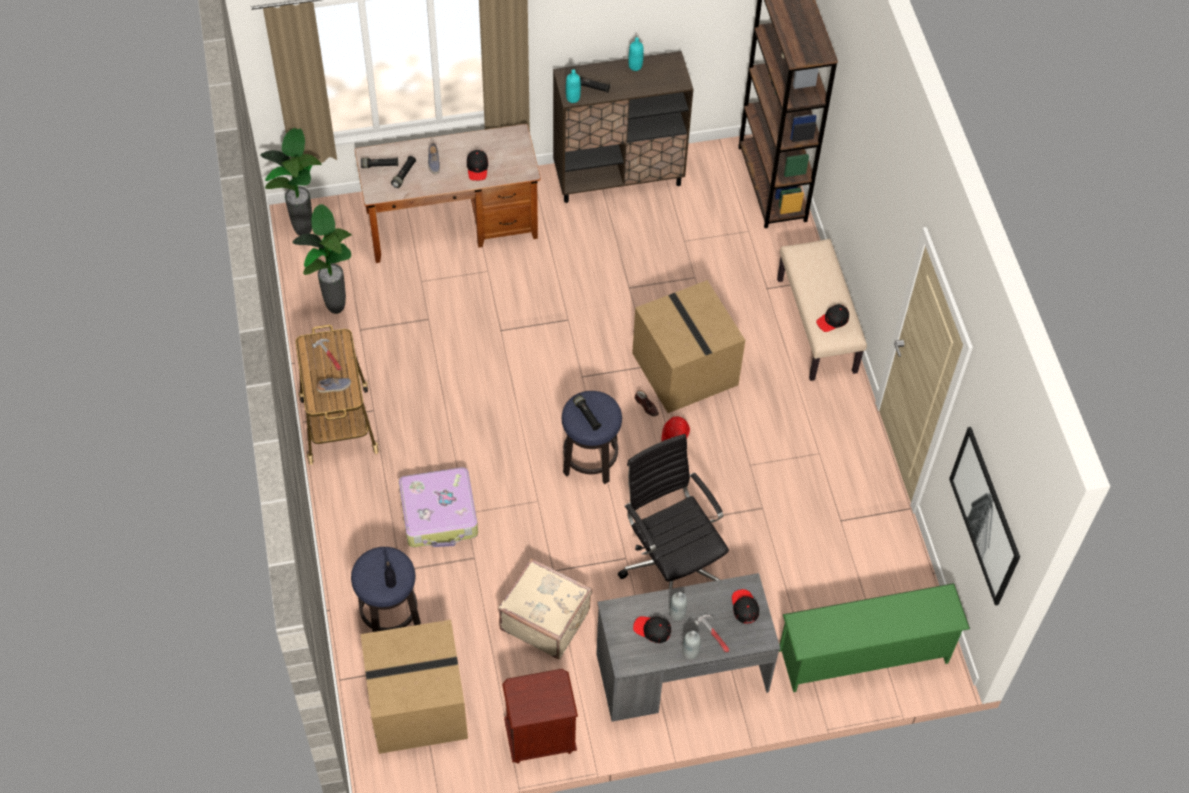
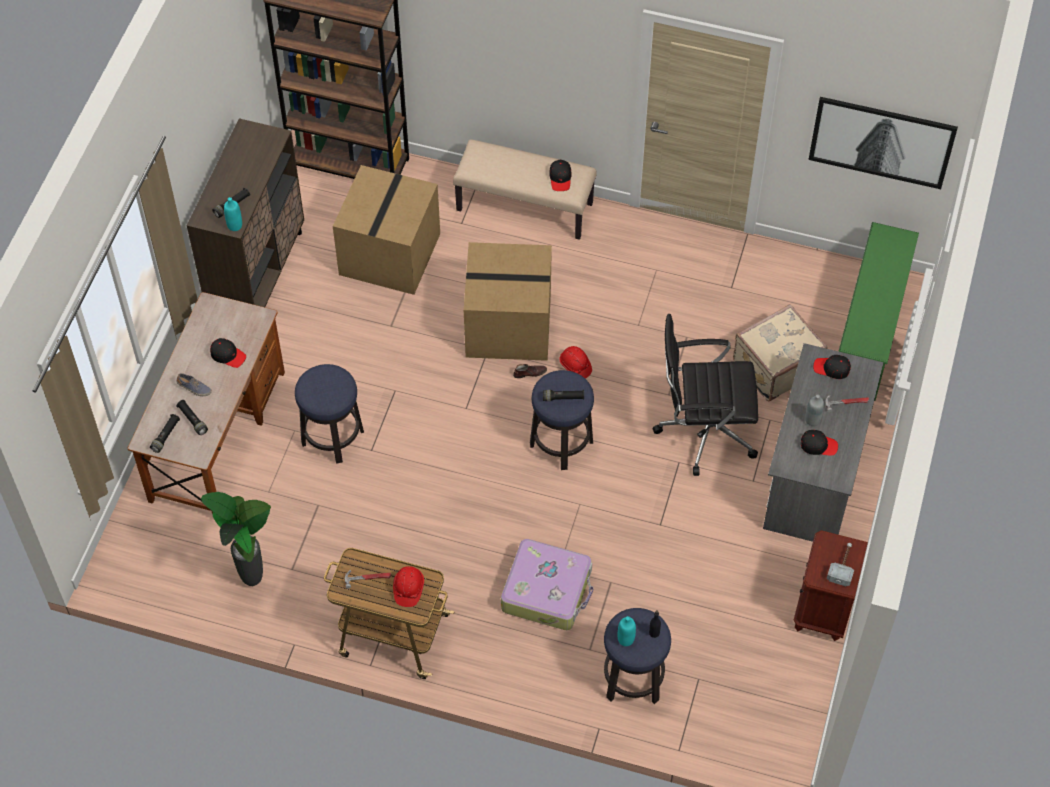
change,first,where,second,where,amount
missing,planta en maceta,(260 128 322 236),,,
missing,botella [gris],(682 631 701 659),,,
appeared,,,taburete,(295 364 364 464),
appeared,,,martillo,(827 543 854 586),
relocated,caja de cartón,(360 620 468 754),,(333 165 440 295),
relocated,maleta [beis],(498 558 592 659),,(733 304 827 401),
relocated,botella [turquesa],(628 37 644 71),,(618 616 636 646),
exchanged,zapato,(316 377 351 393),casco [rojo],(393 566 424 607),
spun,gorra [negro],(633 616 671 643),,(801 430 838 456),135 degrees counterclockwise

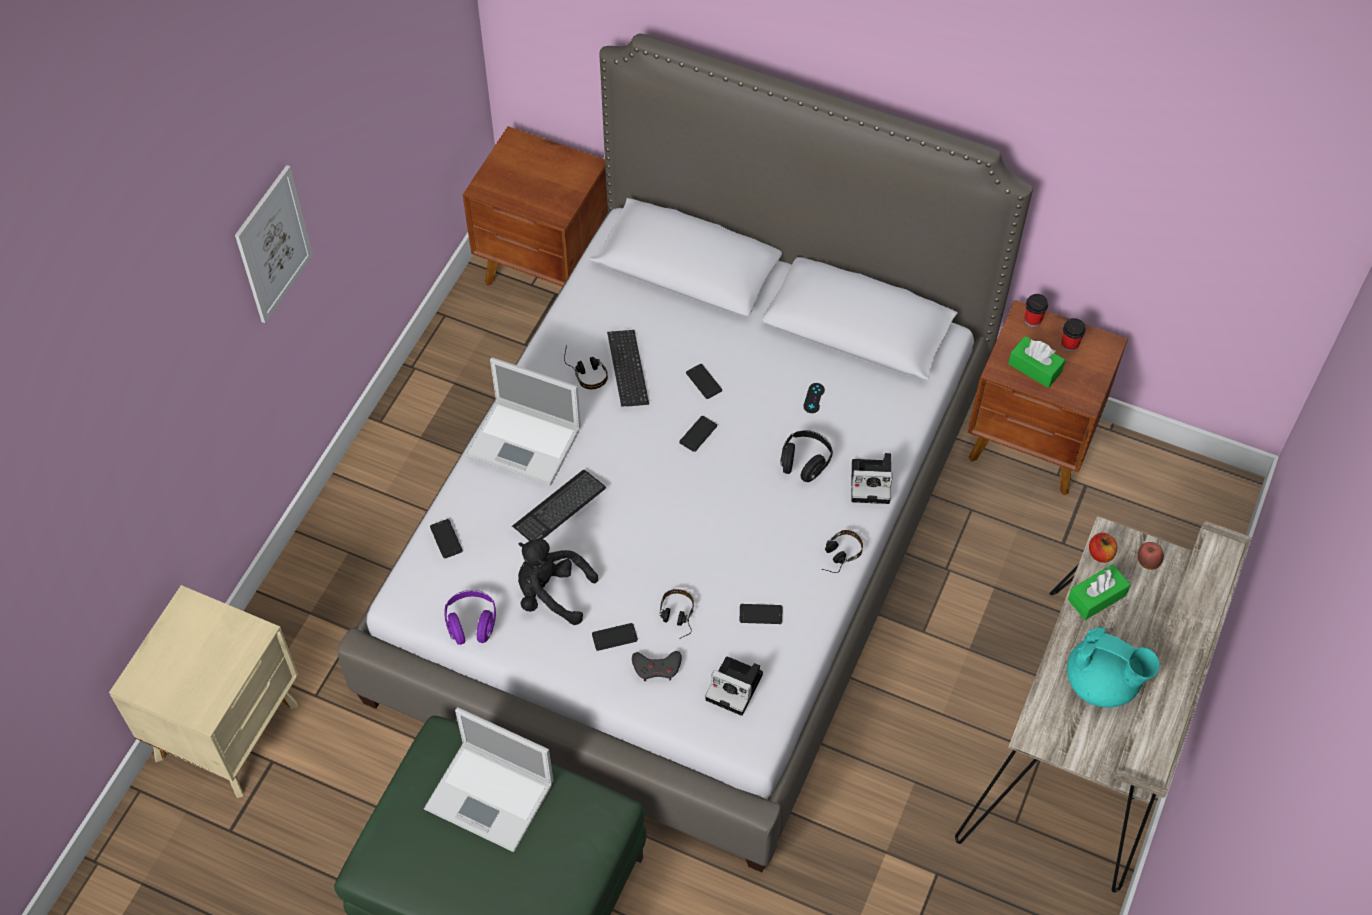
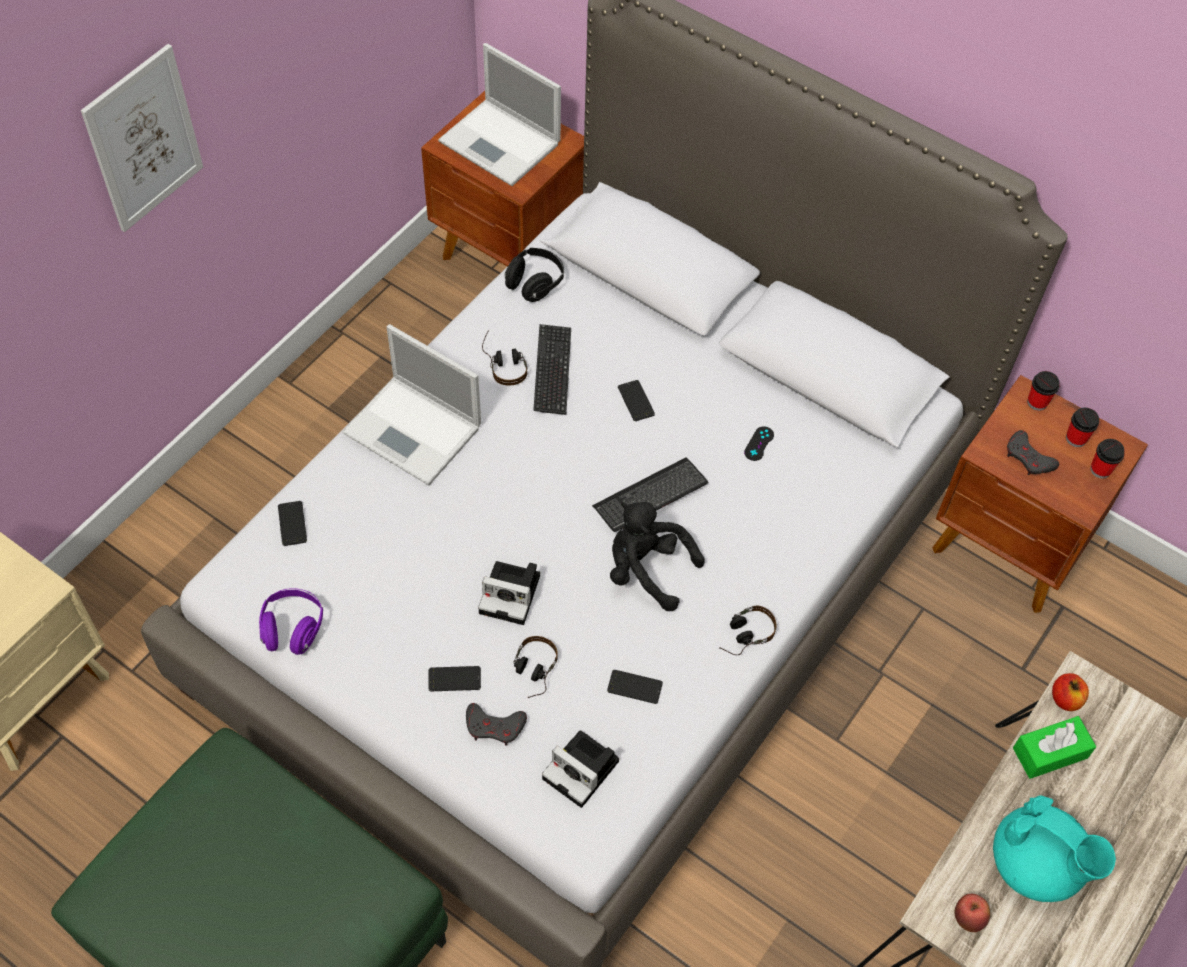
change,first,where,second,where,amount
missing,móvil,(679 416 717 452),,,
appeared,,,taza,(1090 439 1125 479),
relocated,portátil,(424 707 553 852),,(438 43 561 186),
relocated,teclado,(512 469 606 541),,(592 457 708 532),
relocated,peluche [negro],(518 538 598 625),,(610 502 705 611),
relocated,auriculares [negro],(780 430 833 482),,(505 248 564 302),
relocated,cámara,(851 453 893 504),,(478 561 540 625),
relocated,manzana,(1138 542 1164 570),,(955 894 990 932),
exchanged,caja de pañuelos [verde],(1008 336 1065 388),mando de consola [gris],(1007 430 1059 475),

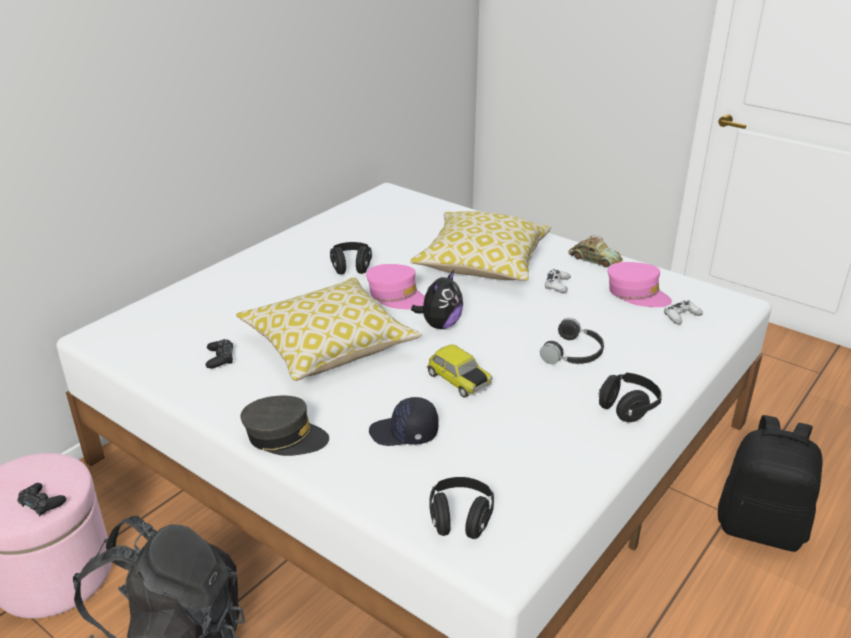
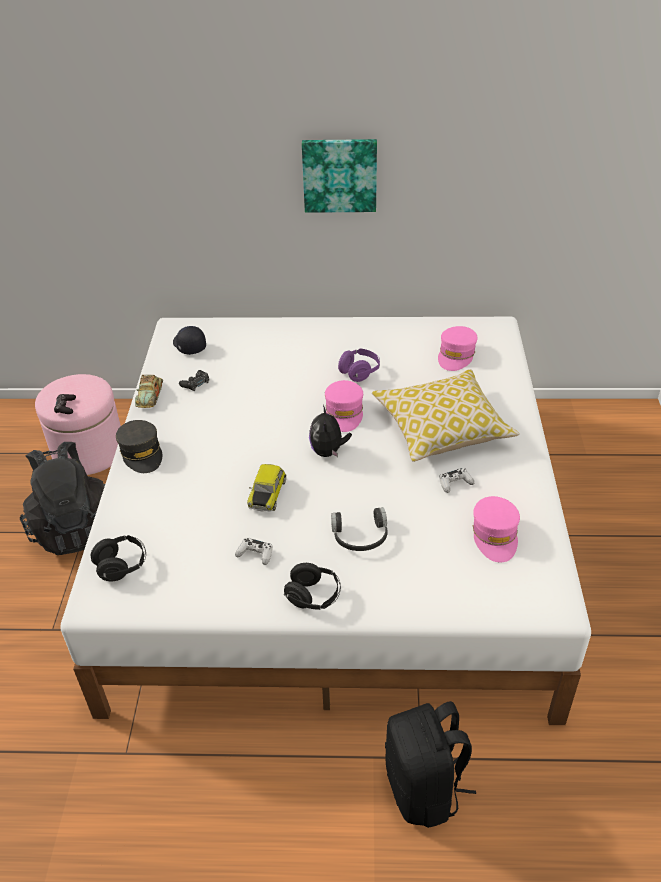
change,first,where,second,where,amount
missing,cojín,(236 277 422 381),,,
appeared,,,cuadro,(302 139 377 213),
appeared,,,gorra [rosa],(438 326 478 371),
relocated,gorra [negro],(369 397 439 446),,(173 326 206 355),
relocated,coche de juguete,(568 235 623 267),,(135 375 163 408),
relocated,mando de consola [blanco],(664 300 703 325),,(235 538 273 565),
colour,auriculares [negro],(330 242 372 275),auriculares [morado],(338 349 380 382),
spun,peluche,(411 270 463 329),,(309 405 352 457),90 degrees clockwise

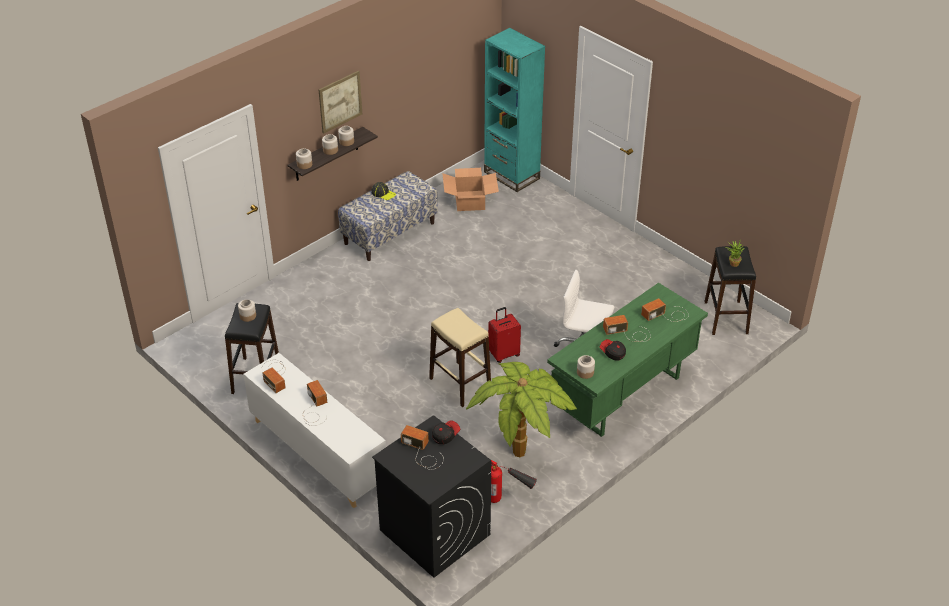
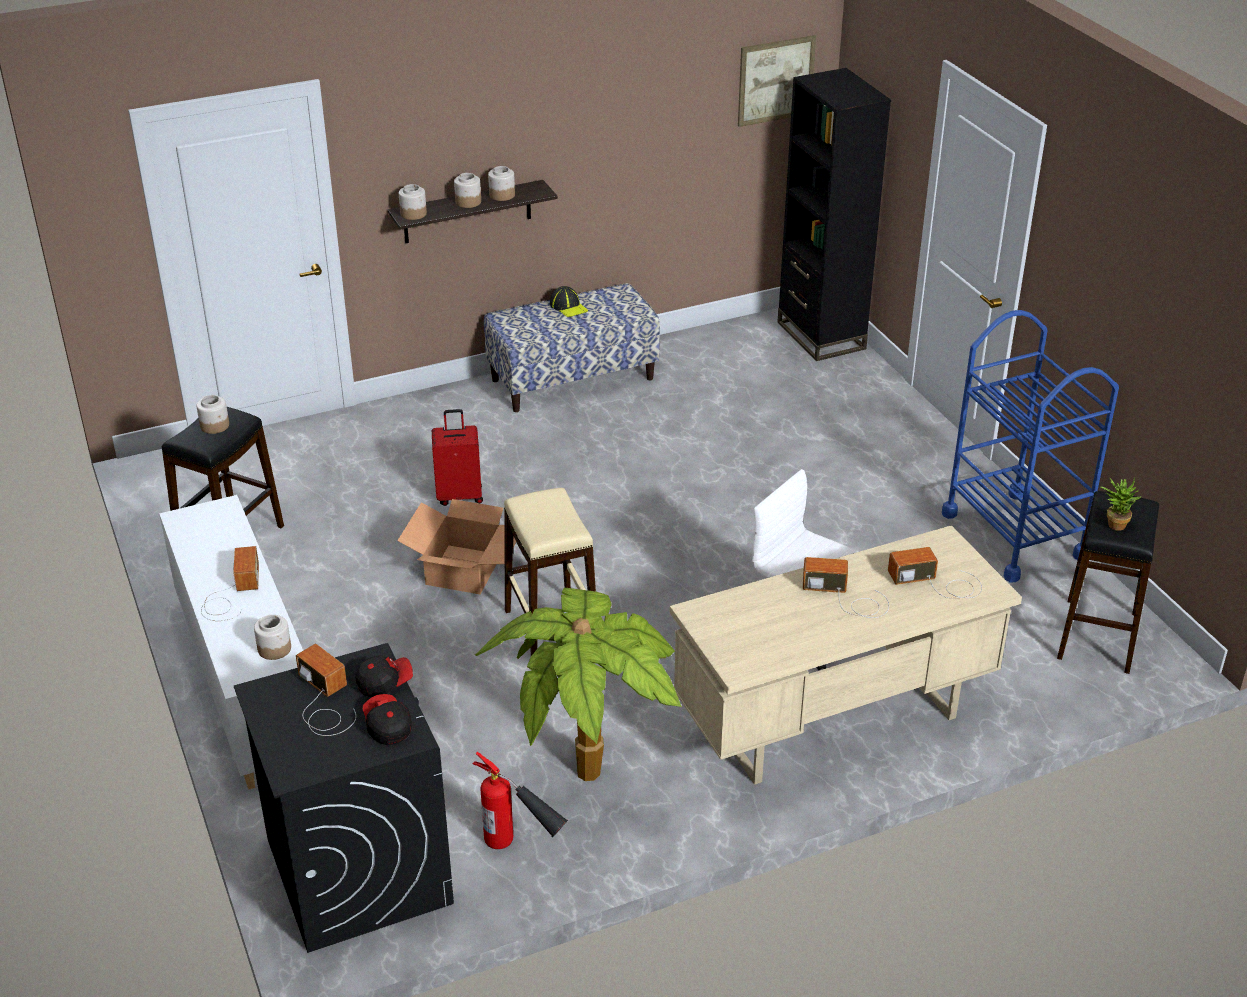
change,first,where,second,where,amount
missing,radio,(262 360 286 393),,,
appeared,,,carrito [azul],(942 310 1119 583),
relocated,cuadro,(319 71 362 134),,(738 35 816 127),
relocated,caja de cartón,(442 168 499 211),,(397 499 516 594),
relocated,maleta [rojo],(488 307 521 363),,(432 409 483 506),
relocated,tarro,(577 355 595 379),,(254 615 291 660),
relocated,gorra,(600 339 626 361),,(363 694 412 745),
colour,estantería [turquesa],(484 28 545 192),estantería [negro],(777 68 891 361),
colour,escritorio [verde],(547 283 708 437),escritorio [beis],(670 525 1022 785),

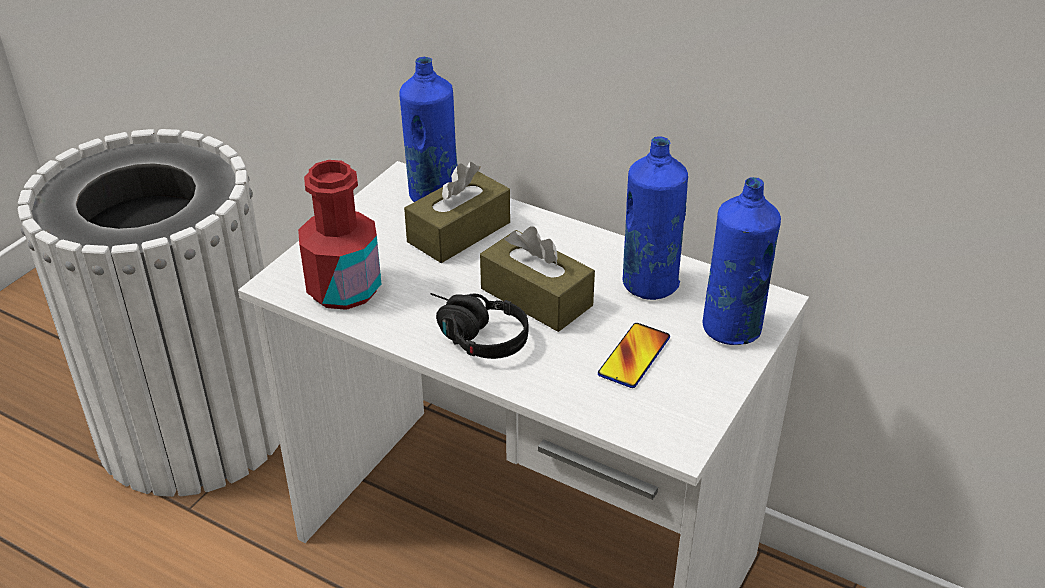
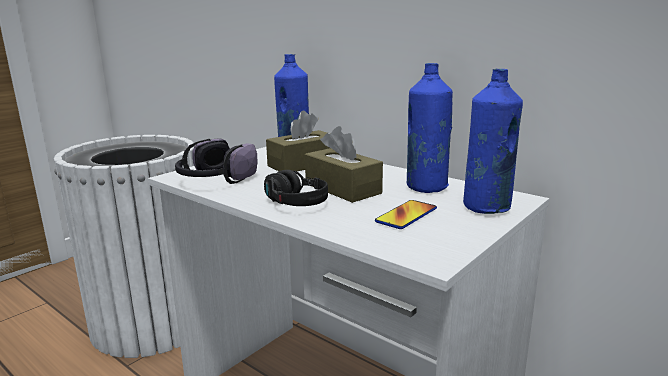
change,first,where,second,where,amount
exchanged,botella [rojo],(298 160 381 310),auriculares,(175 138 258 184),

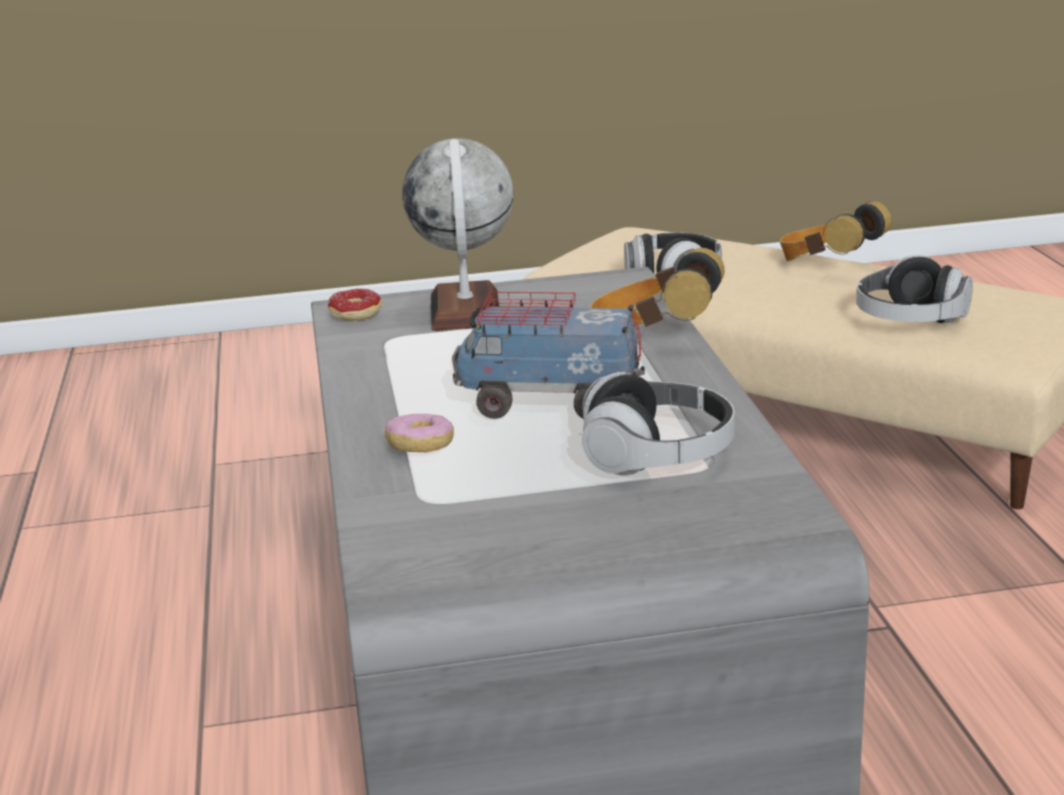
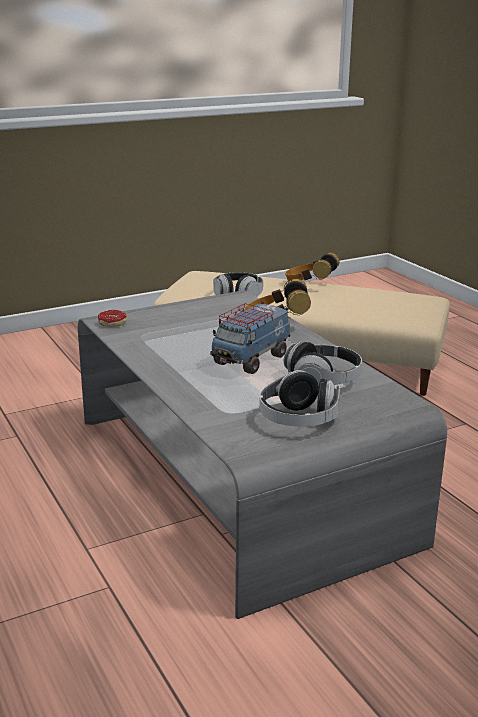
change,first,where,second,where,amount
missing,rosquilla,(385 414 454 452),,,
missing,globo terráqueo,(402 138 513 331),,,
relocated,auriculares,(856 255 973 323),,(259 370 340 427),
spun,camión de juguete,(452 292 645 419),,(210 301 290 374),45 degrees counterclockwise

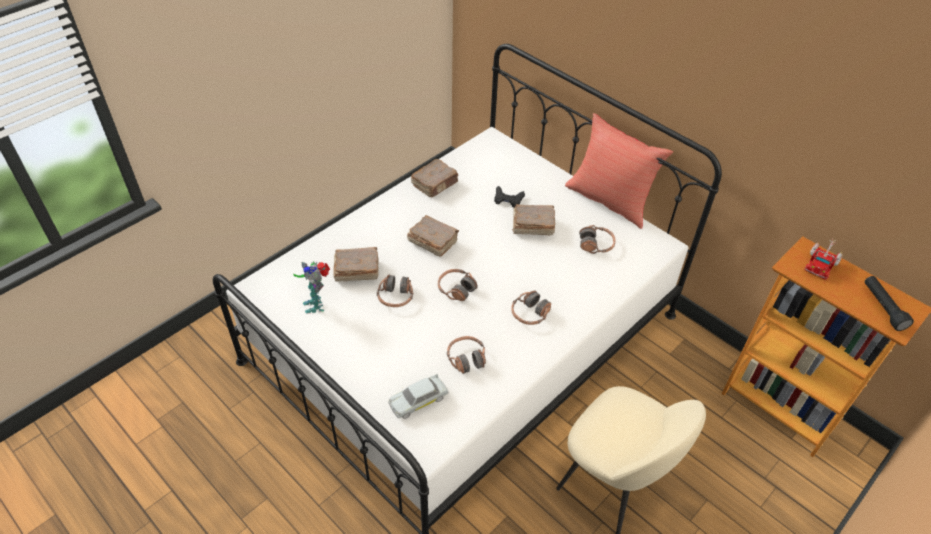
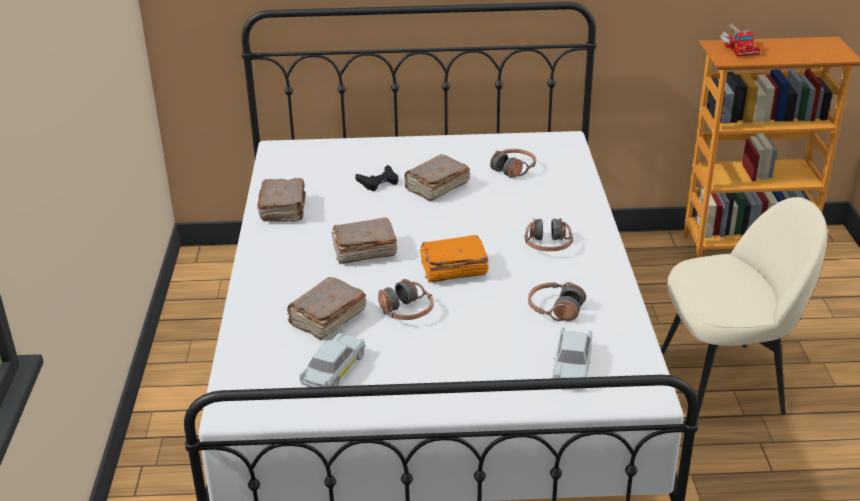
change,first,where,second,where,amount
missing,cojín [rojo],(565 113 673 229),,,
missing,linterna [negro],(864 276 914 331),,,
exchanged,robot de juguete,(293 262 330 314),coche de juguete [blanco],(300 333 366 387),
exchanged,auriculares,(438 269 478 301),libro [naranja],(420 235 489 283),

